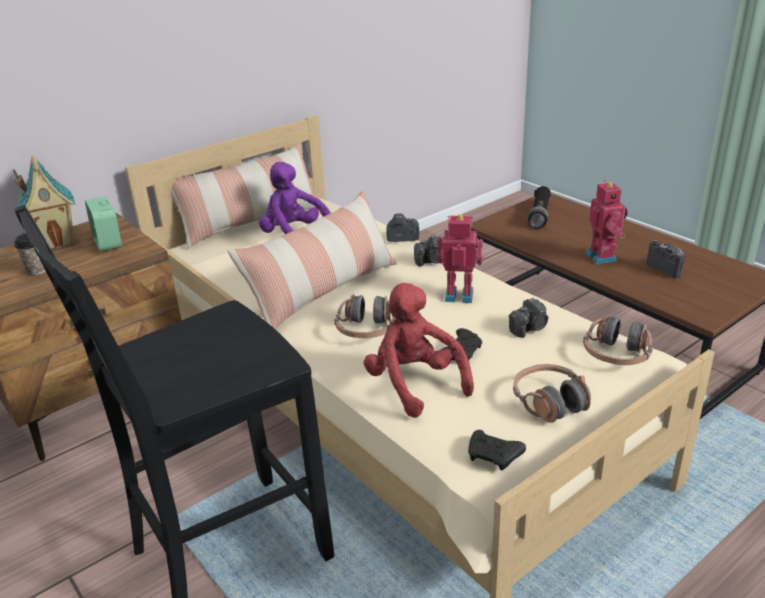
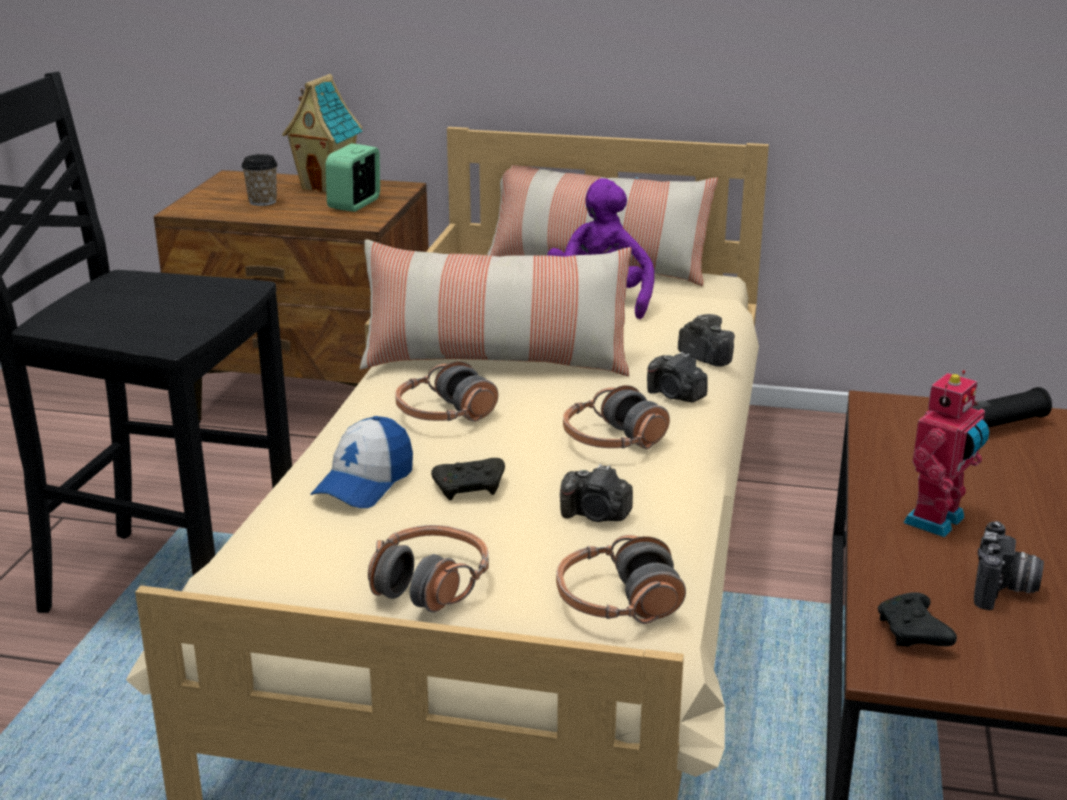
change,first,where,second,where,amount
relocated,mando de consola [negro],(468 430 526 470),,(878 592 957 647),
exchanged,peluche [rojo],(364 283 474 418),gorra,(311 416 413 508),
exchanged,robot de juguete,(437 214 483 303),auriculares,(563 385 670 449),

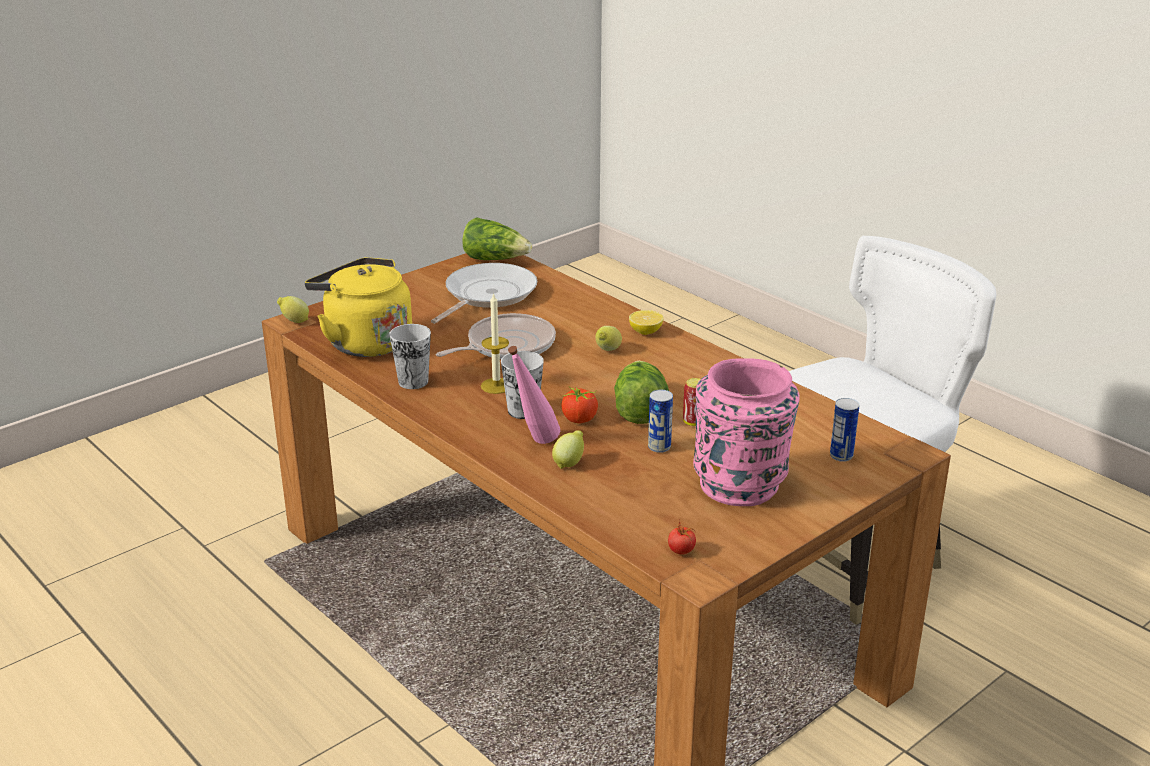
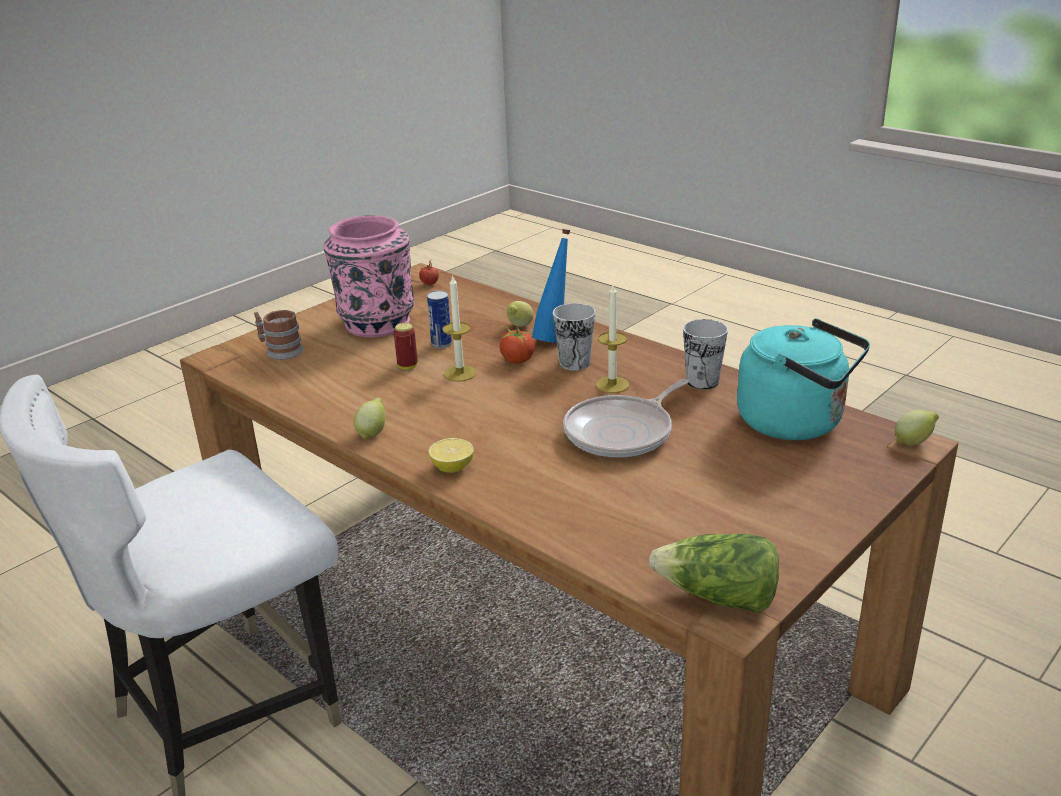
change,first,where,second,where,amount
missing,sartén,(431 263 537 324),,,
relocated,limón,(595 326 622 351),,(354 398 386 439),
exchanged,lechuga,(614 361 669 424),vela,(442 274 477 382),
exchanged,lata,(830 398 860 462),taza grande,(254 310 304 360),
colour,hervidor [amarillo],(305 257 412 357),hervidor [turquesa],(737 318 870 440),
colour,botella [rosa],(508 346 560 444),botella [azul],(532 229 571 343),

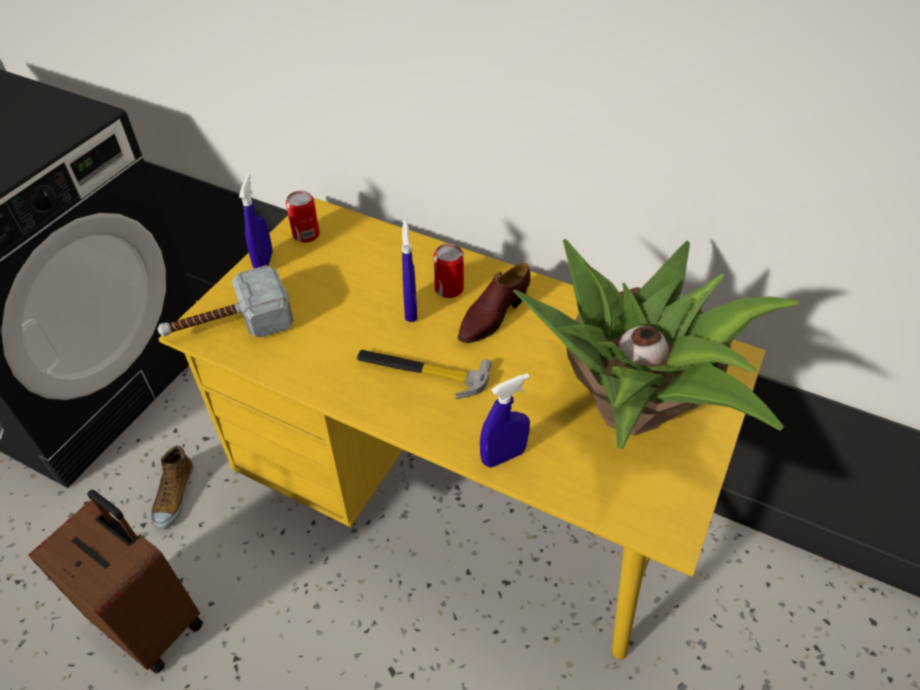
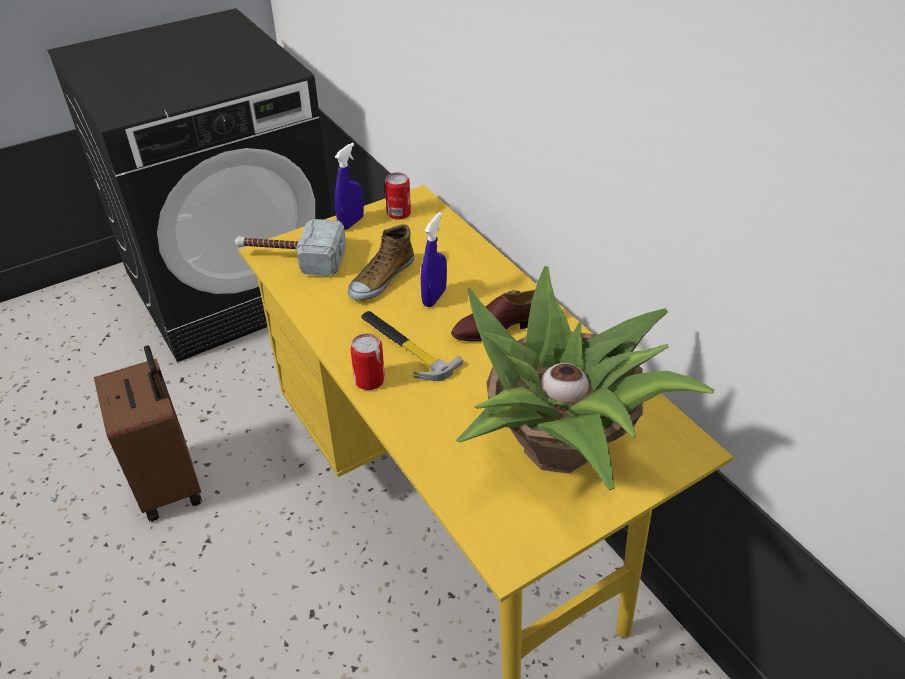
change,first,where,second,where,amount
missing,pulverizador [azul],(480 373 530 468),,,
relocated,zapato,(151 446 193 529),,(348 224 414 301),
relocated,lata,(434 244 464 298),,(350 334 385 390),

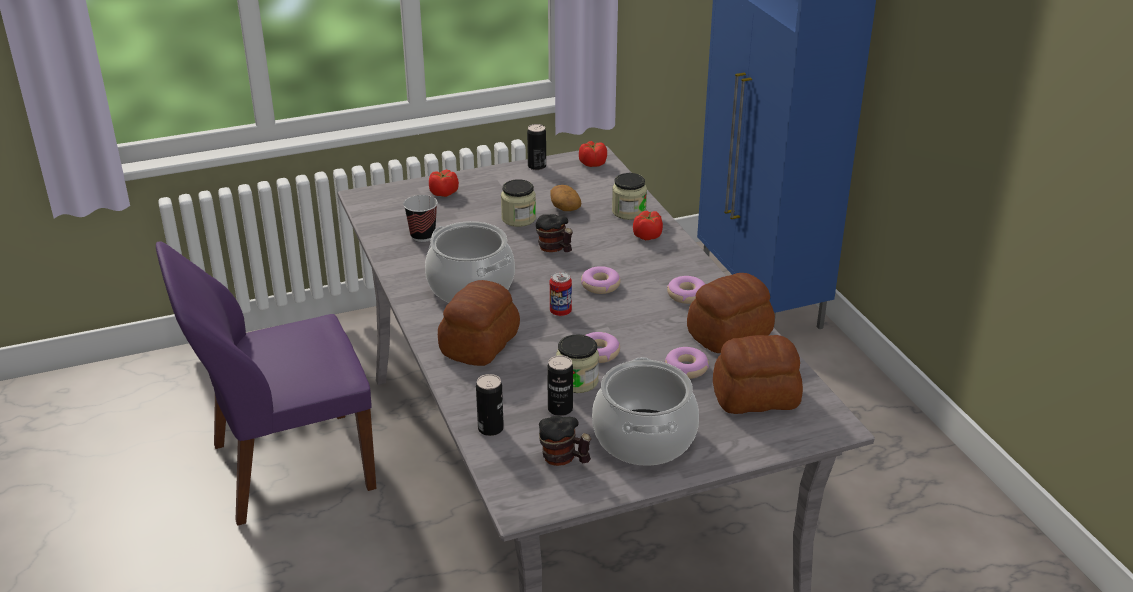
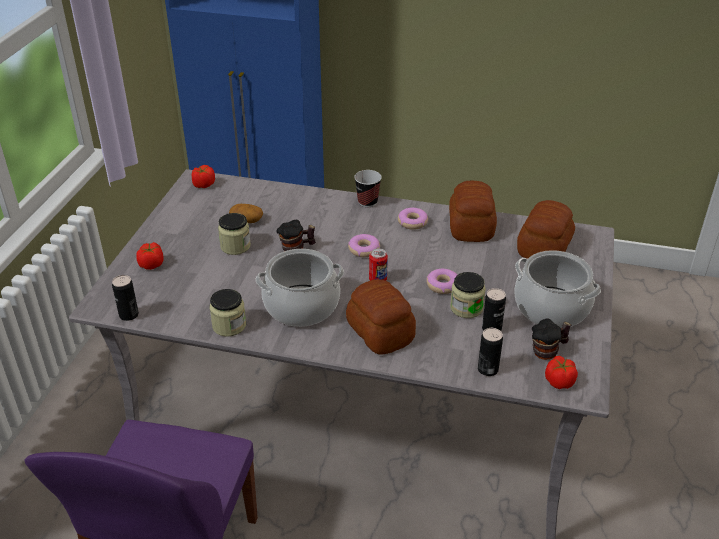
change,first,where,second,where,amount
missing,rosquilla,(664 347 709 379),,,
relocated,taza,(403 195 438 242),,(354 170 382 207),
relocated,lata,(527 124 546 170),,(112 275 139 321),
relocated,tarro,(612 173 647 220),,(209 289 246 337),
relocated,tomate,(633 211 663 240),,(545 356 578 389),

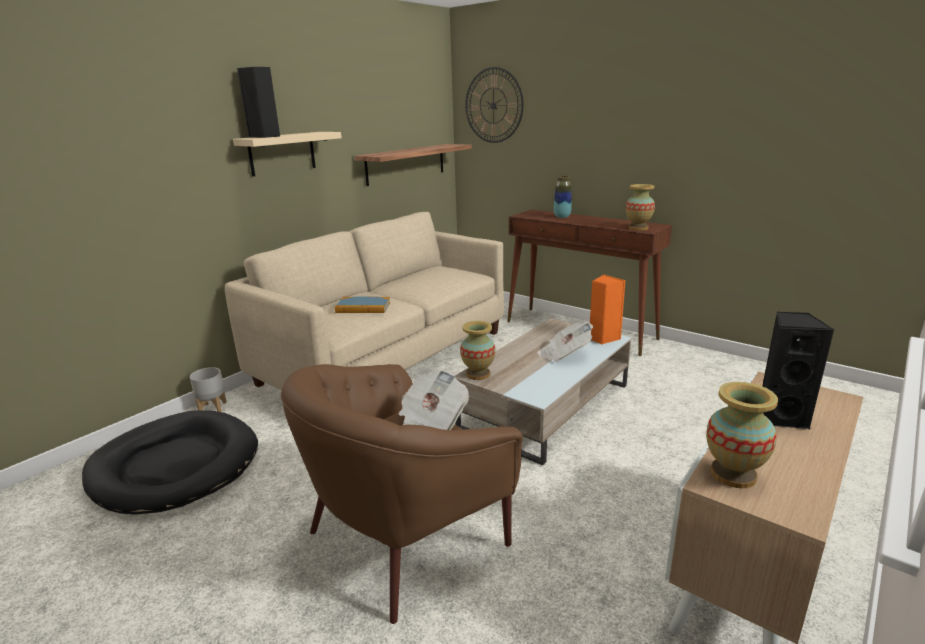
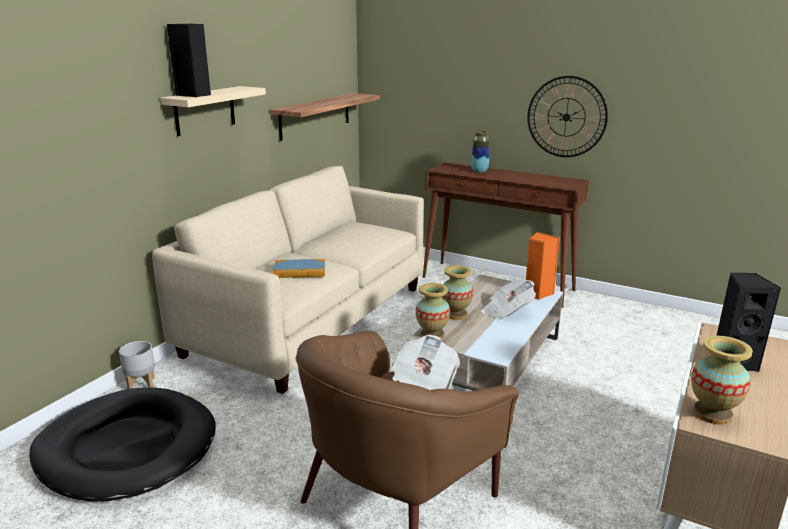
change,first,where,second,where,amount
relocated,reloj de pared,(465 67 523 143),,(527 76 608 157),
relocated,florero,(626 184 655 231),,(442 265 473 320),

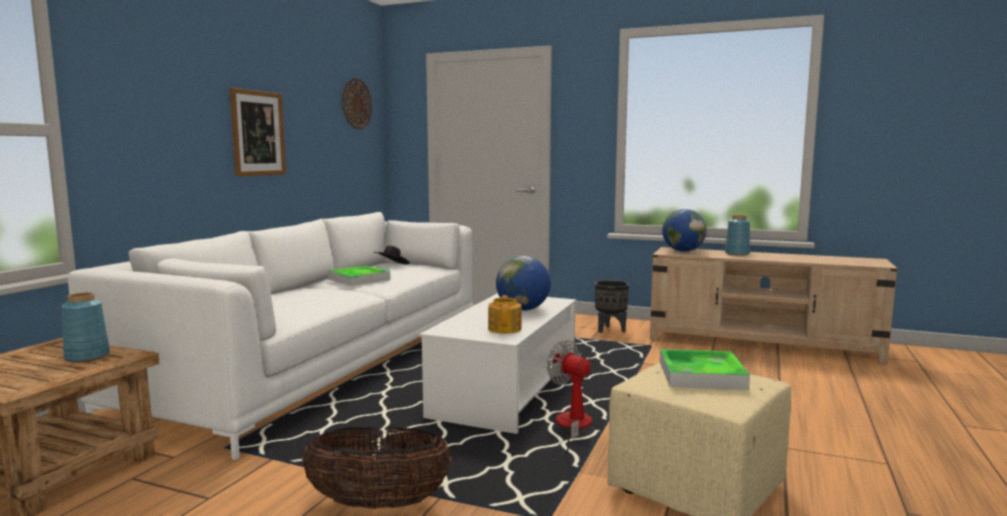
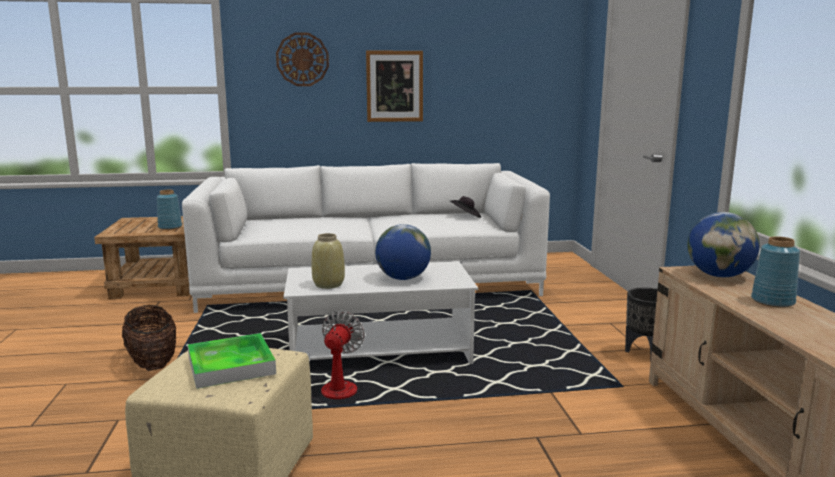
change,first,where,second,where,amount
missing,bandeja,(328 266 391 286),,,
relocated,reloj de pared,(342 78 372 129),,(276 33 329 86),
exchanged,tetera,(488 295 521 334),florero [beis],(312 233 345 289),

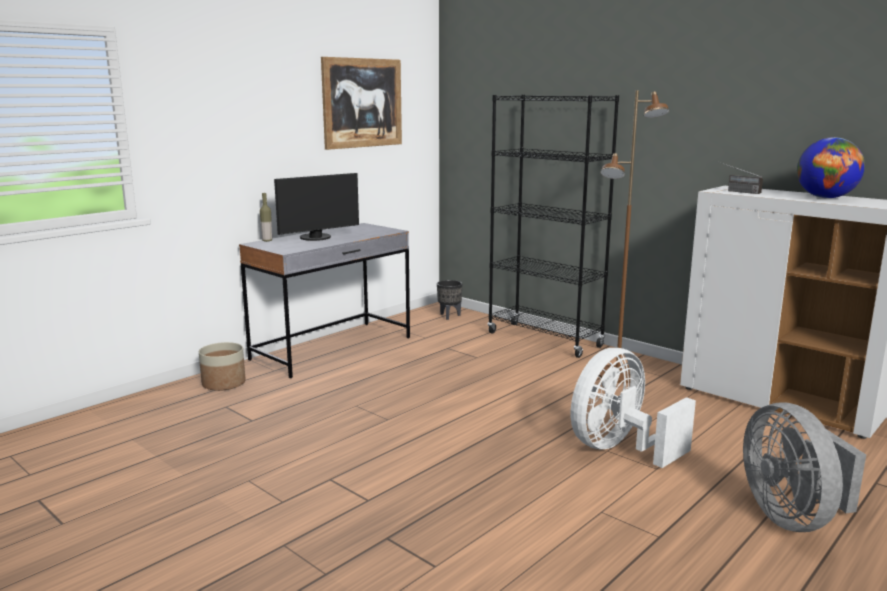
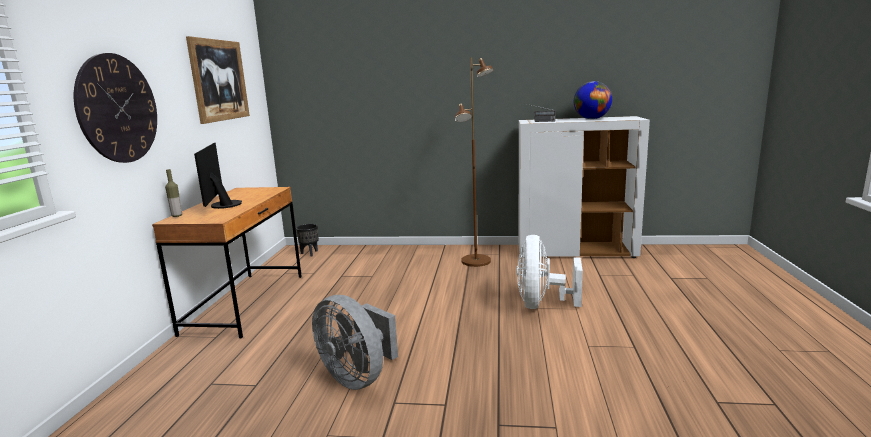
change,first,where,second,where,amount
missing,maceta,(199 342 246 391),,,
missing,estantería [negro],(488 95 619 358),,,
appeared,,,reloj de pared,(74 53 157 163),
relocated,ventilador [gris],(743 402 866 532),,(312 295 398 390),
colour,escritorio [gris],(239 223 410 378),escritorio [marrón],(152 187 302 338),
spun,monitor,(274 173 359 241),,(194 143 242 209),150 degrees clockwise

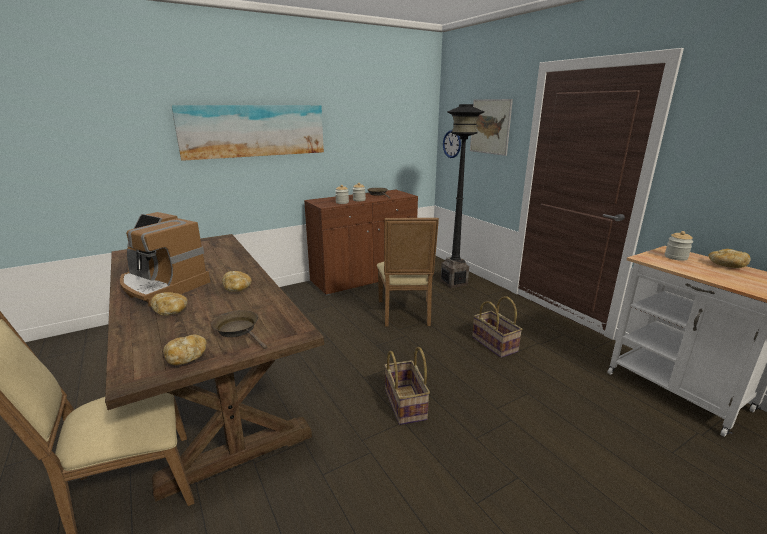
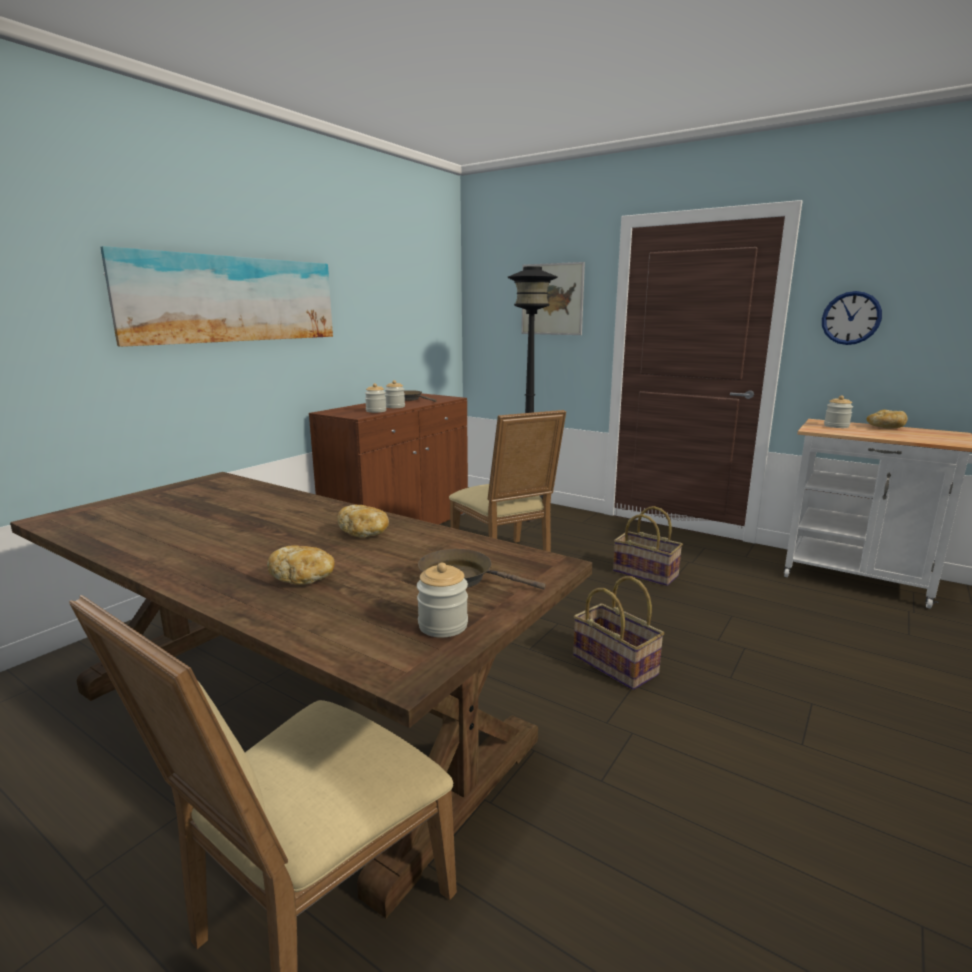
change,first,where,second,where,amount
missing,cafetera,(120 212 210 307),,,
relocated,reloj de pared,(443 130 461 158),,(822 291 882 345),
exchanged,pan,(163 334 206 365),tarro,(417 563 468 638),

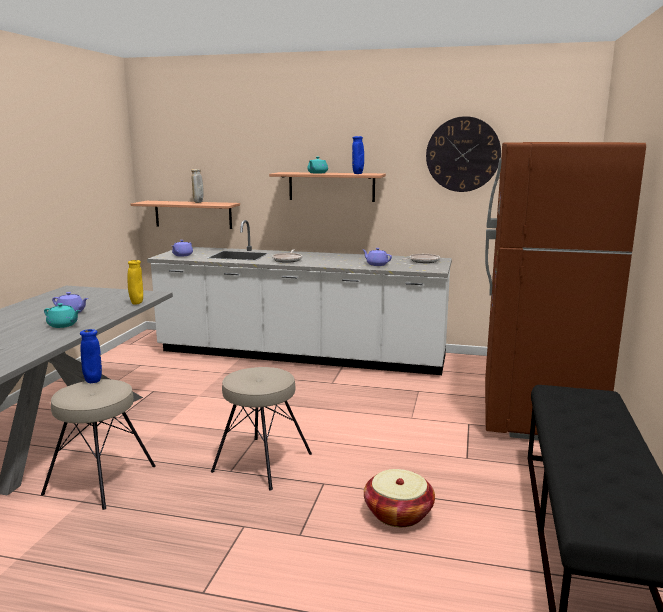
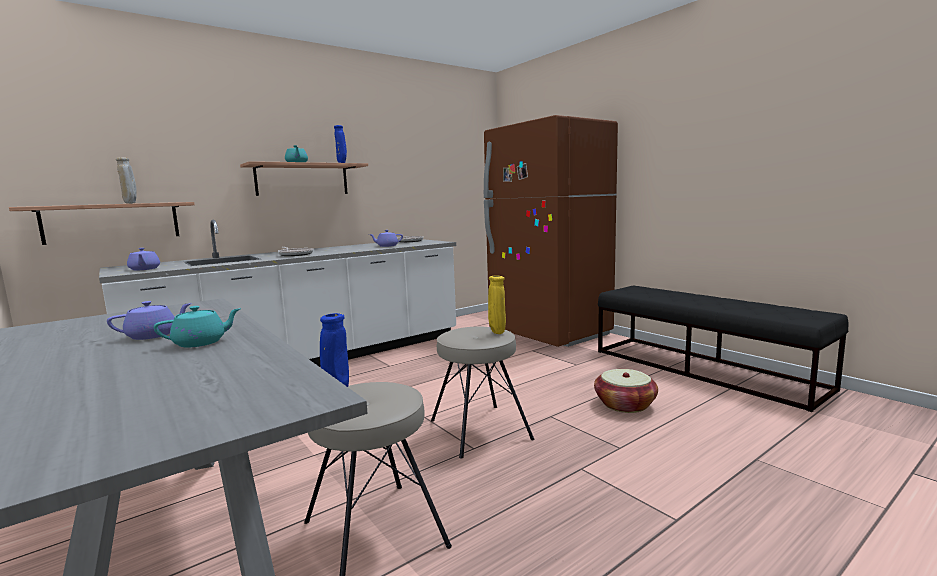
change,first,where,second,where,amount
missing,reloj de pared,(426 116 501 192),,,
relocated,florero [amarillo],(128 260 143 304),,(488 275 506 334),

